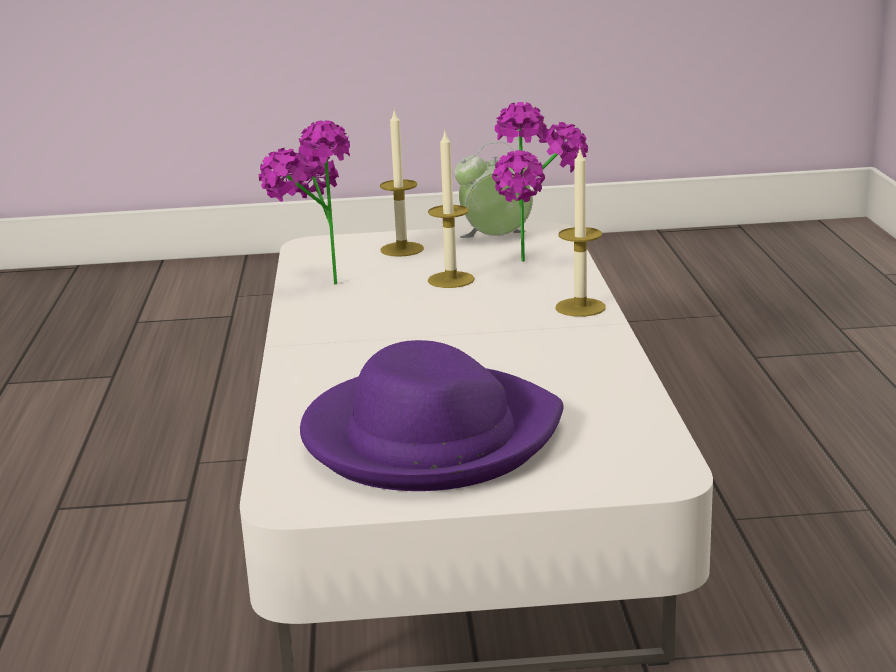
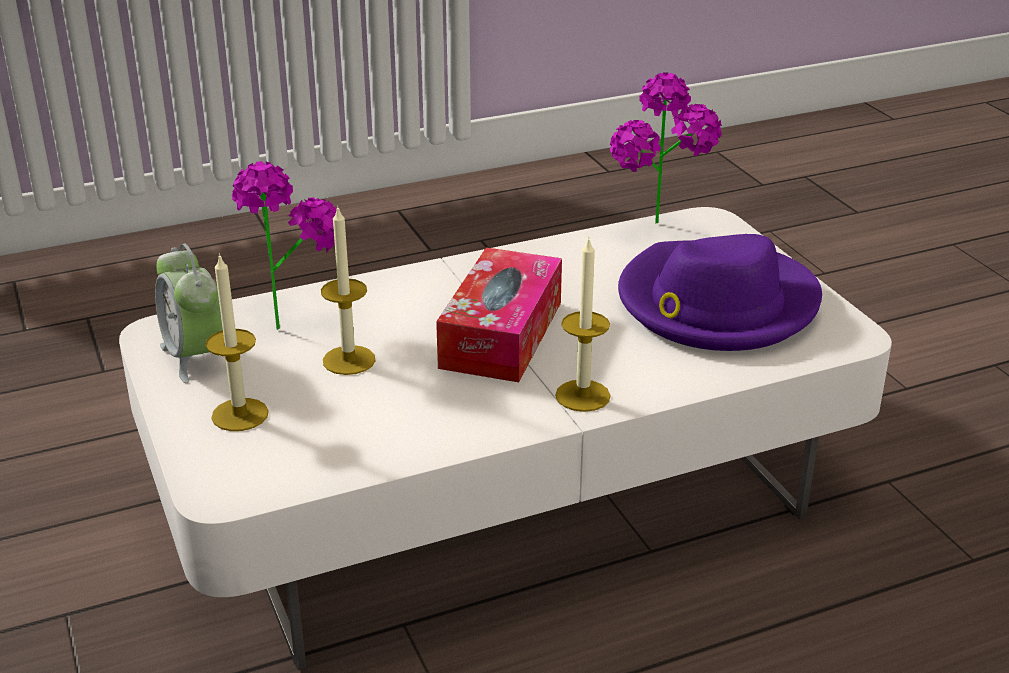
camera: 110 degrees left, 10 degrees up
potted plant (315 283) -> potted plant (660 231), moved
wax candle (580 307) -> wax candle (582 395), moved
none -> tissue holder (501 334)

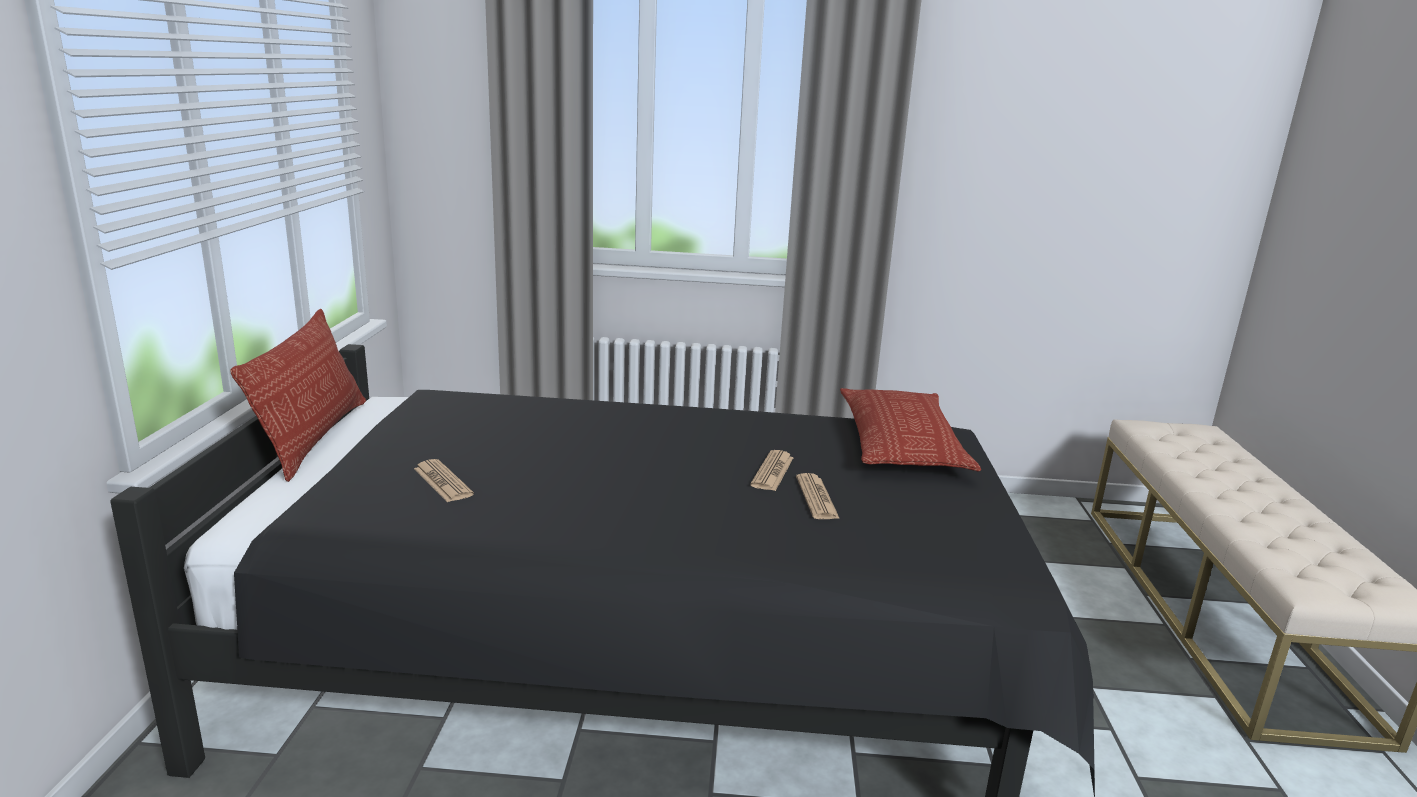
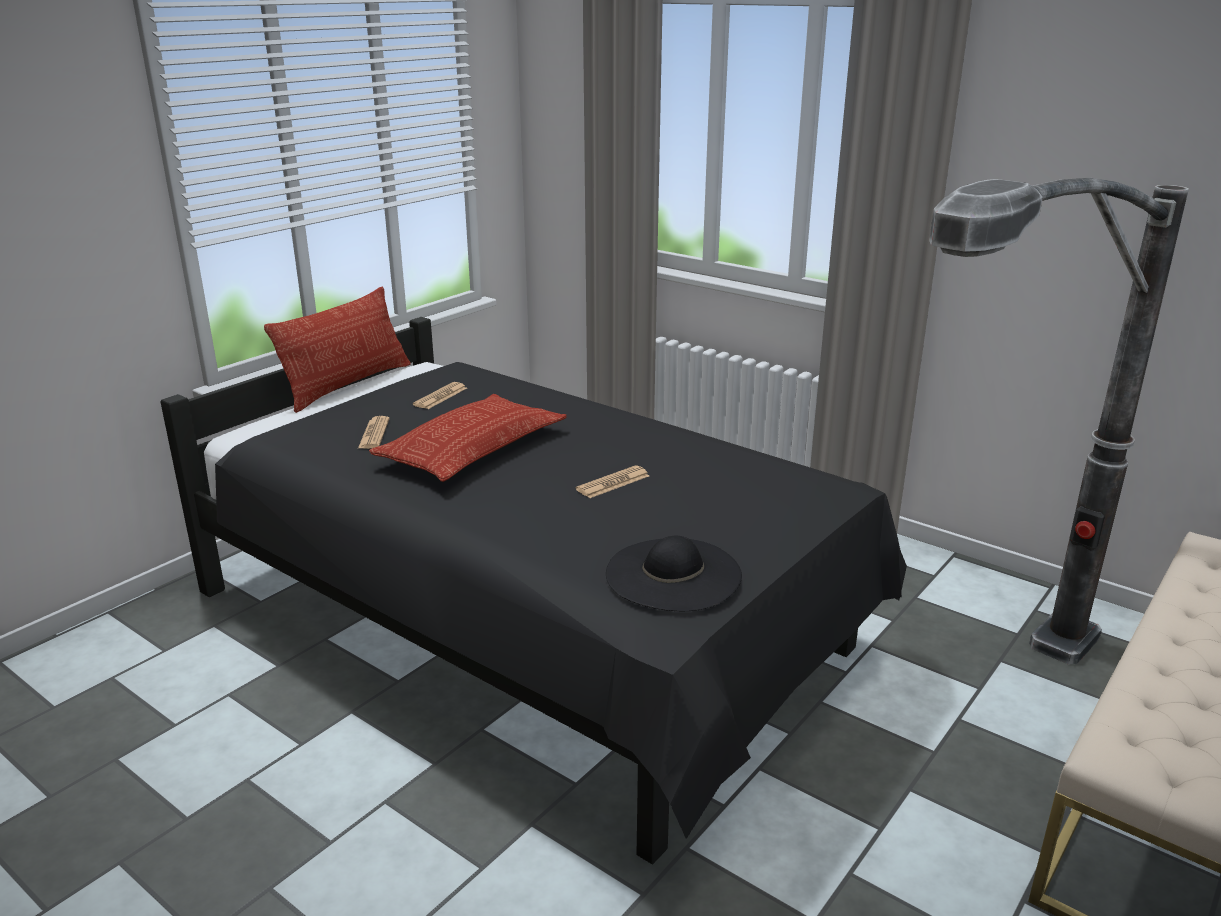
camera: 35 degrees right, 5 degrees up
printed paper (816 498) -> printed paper (440 396), moved
pillow (901 441) -> pillow (472 448), moved
none -> hat (black-coloured) (673 574)
none -> standing lamp (986 725)

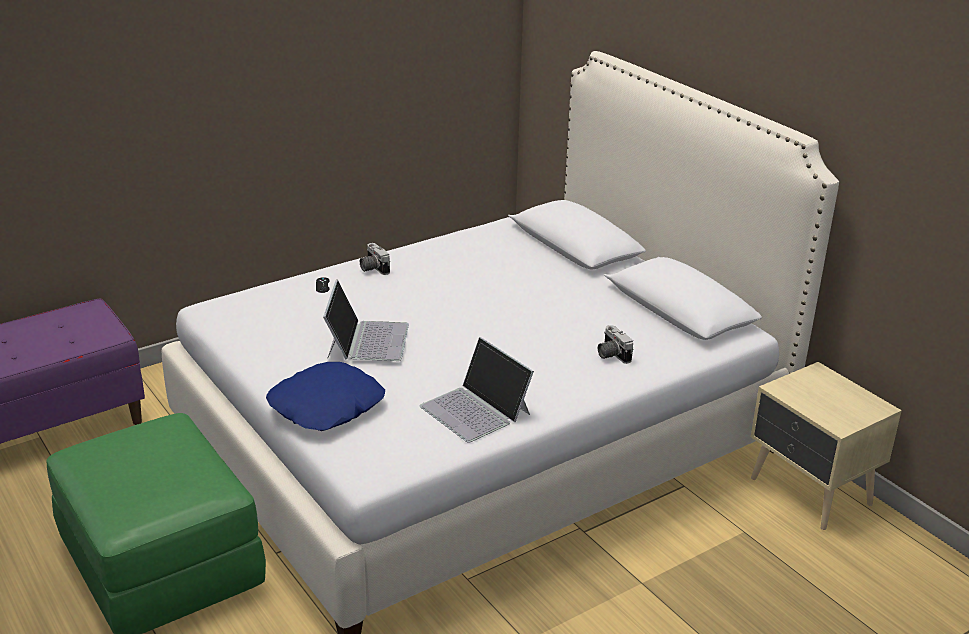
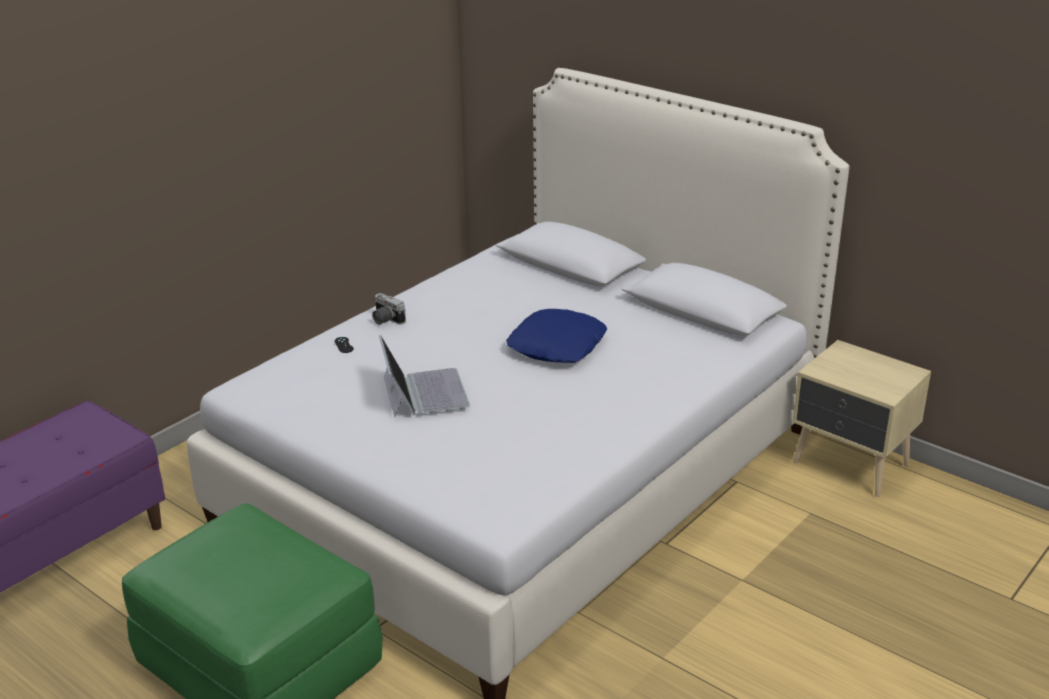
camera: 15 degrees left, 0 degrees up
pillow (blue) (327 406) -> pillow (blue) (557 346), moved
laptop (476 410) -> none
still camera (611 355) -> none

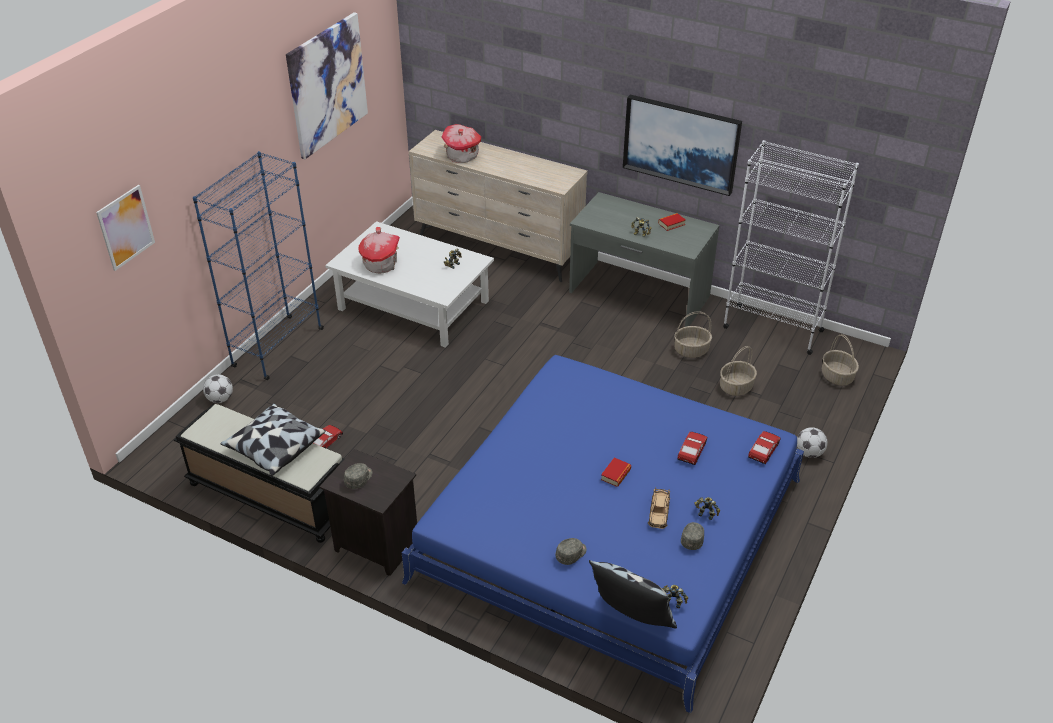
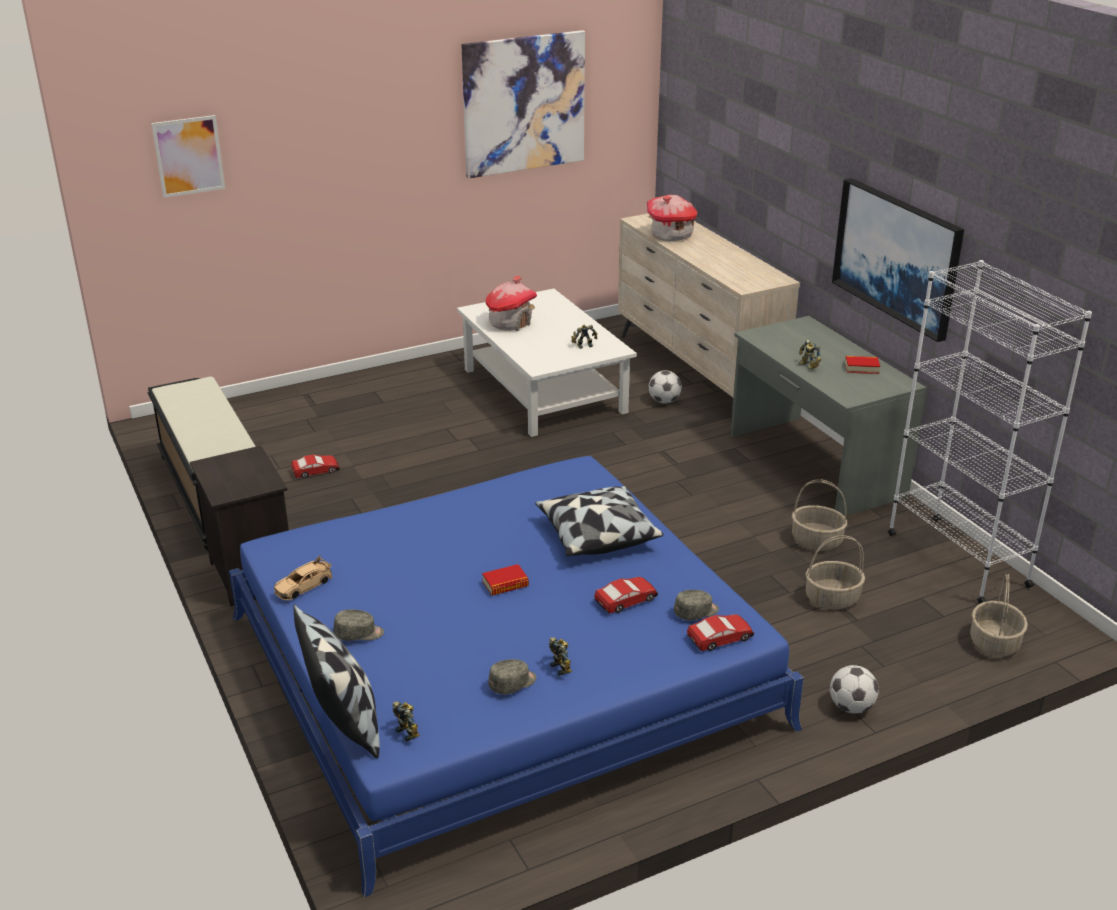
camera: 35 degrees right, 10 degrees down
bookshelf (blue) (278 348) -> none
football ball (220 399) -> football ball (664 401), moved
pillow (274 448) -> pillow (596 535), moved
peaked cap (gray) (359 479) -> peaked cap (gray) (696 612), moved
model car (sand-coloured) (659 512) -> model car (sand-coloured) (303 586), moved

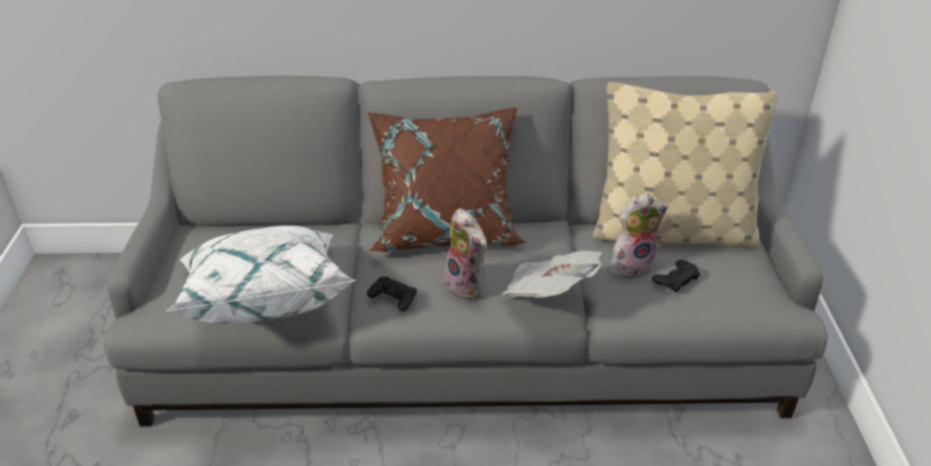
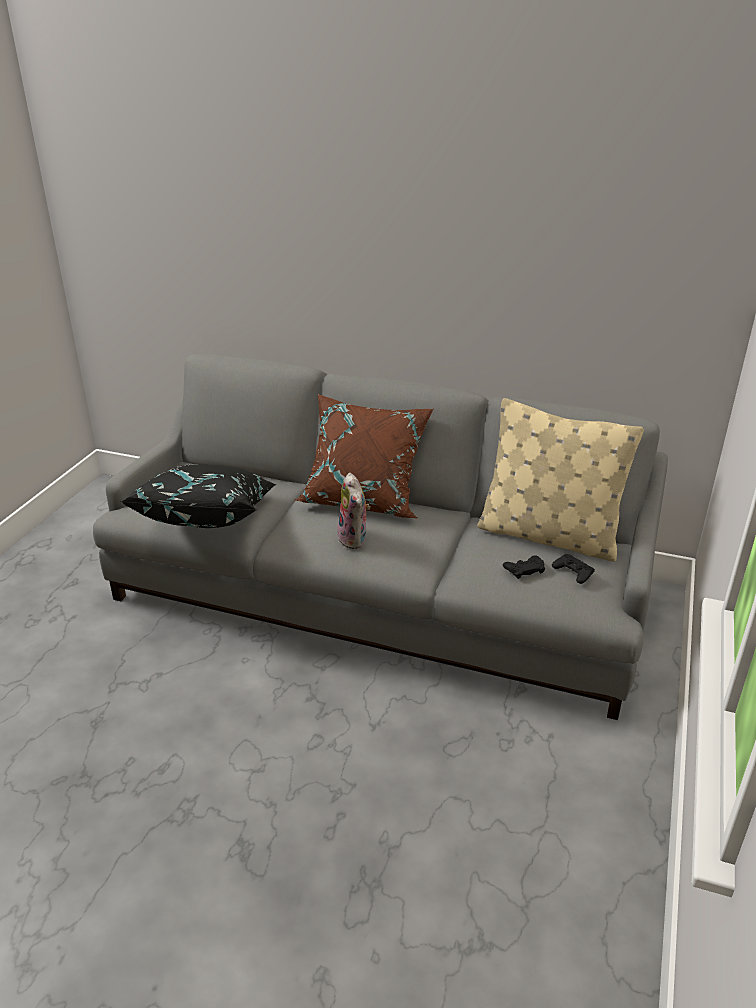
camera: 20 degrees right, 5 degrees down
pillow (whitish) (265 297) -> pillow (black-coloured) (207 516)
gamepad (black-coloured) (393 297) -> gamepad (black-coloured) (573 572), moved
printed paper (549 293) -> none
soft toy (631 265) -> none

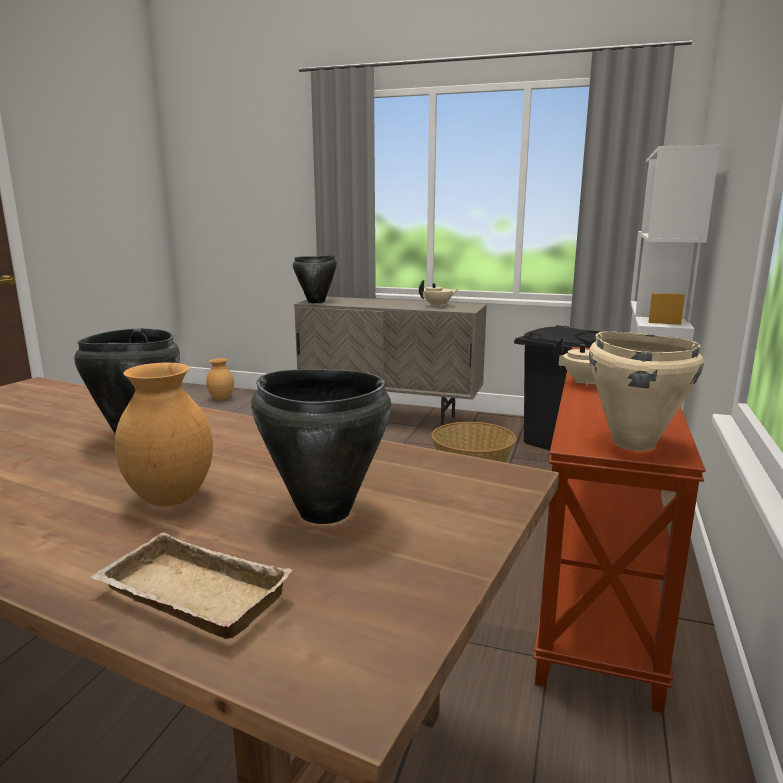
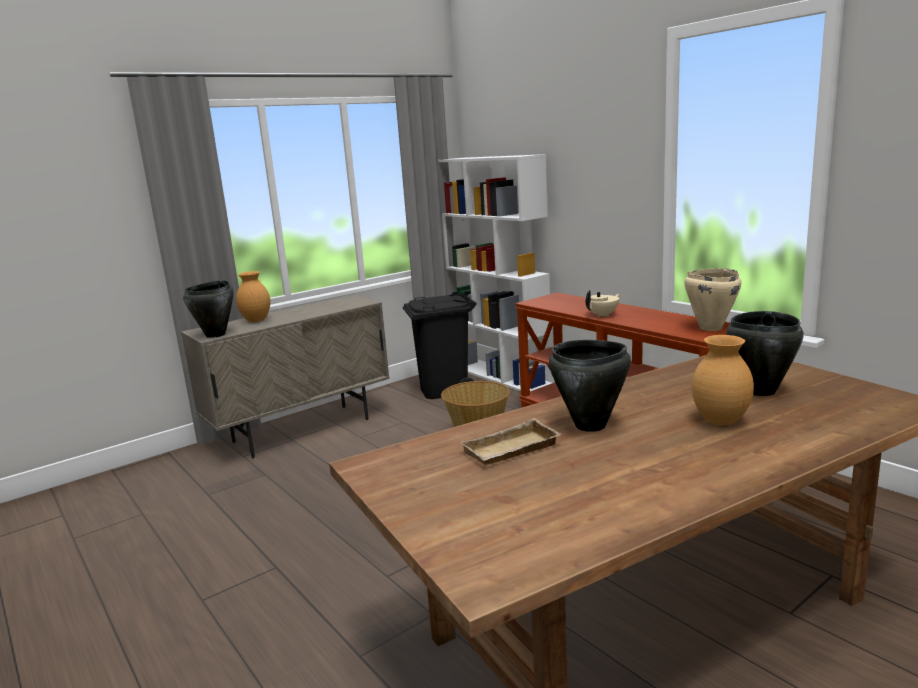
camera: 55 degrees left, 0 degrees up
carrying tray (sand-coloured) (187 597) -> carrying tray (sand-coloured) (511 450), moved
vase (brown-coloured) (221 398) -> vase (brown-coloured) (256 320), moved
tea pot (sand-coloured) (438 306) -> none

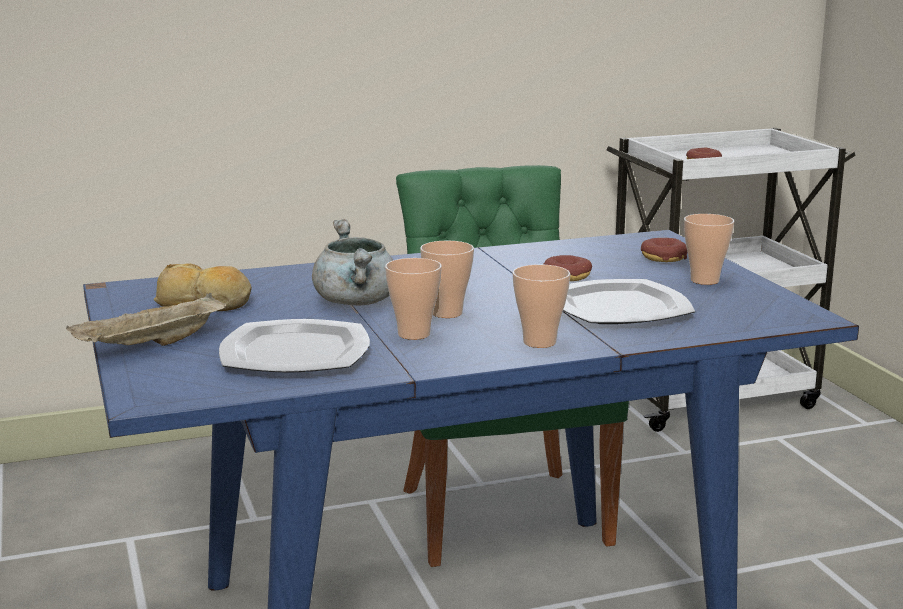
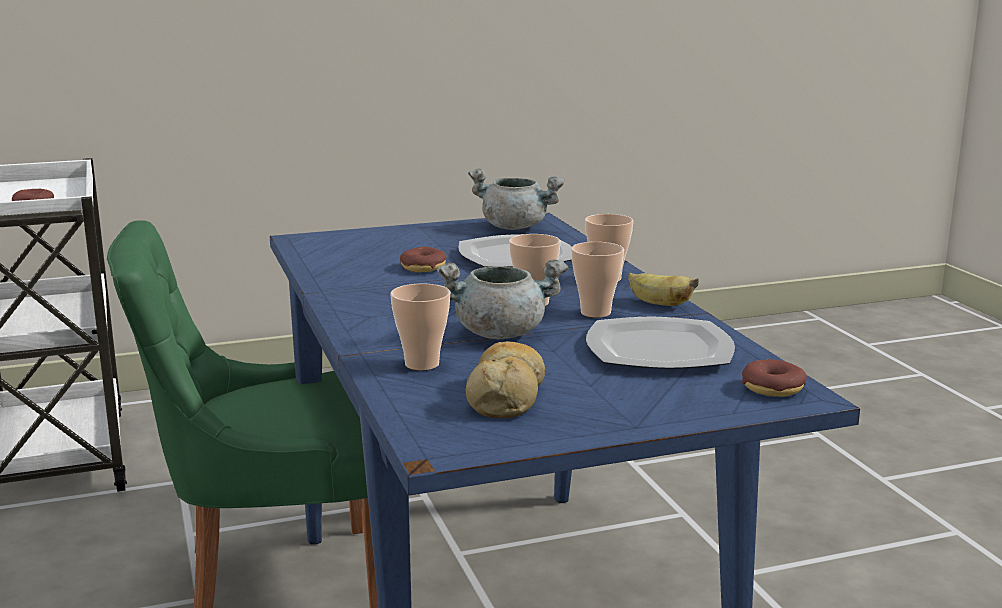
camera: 90 degrees left, 0 degrees up
carrying tray (sand-coloured) (151 346) -> none
donut (663 258) -> donut (772 388), moved
cup (704 280) -> cup (422 364), moved
none -> stockpot (gray) (516 227)
none -> whole banana (658 304)

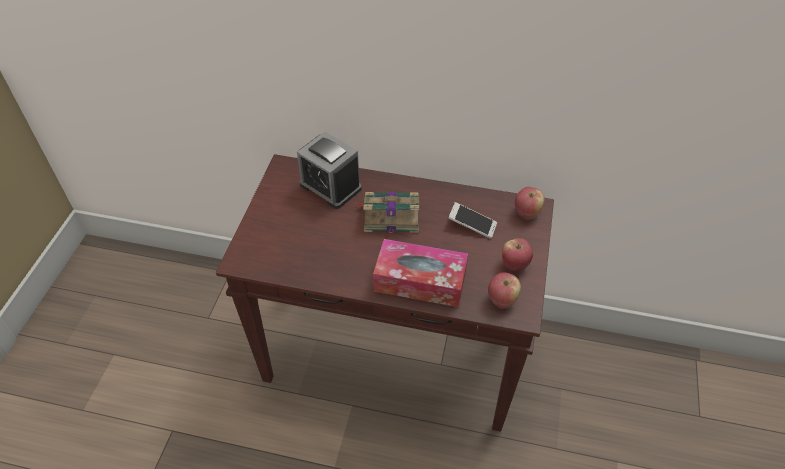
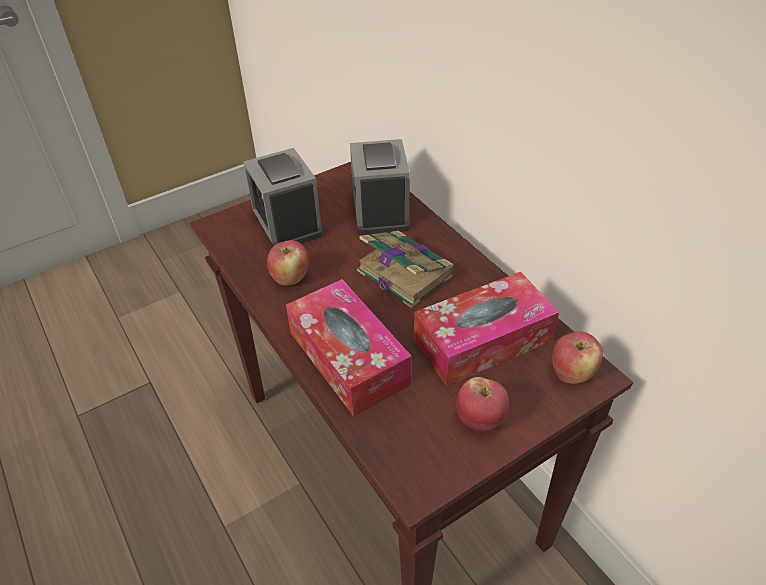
camera: 45 degrees right, 5 degrees down
telephone (472 225) -> tissue holder (482 340)
apple fruit (502 300) -> apple fruit (290 278), moved
none -> alarm clock (287 223)

